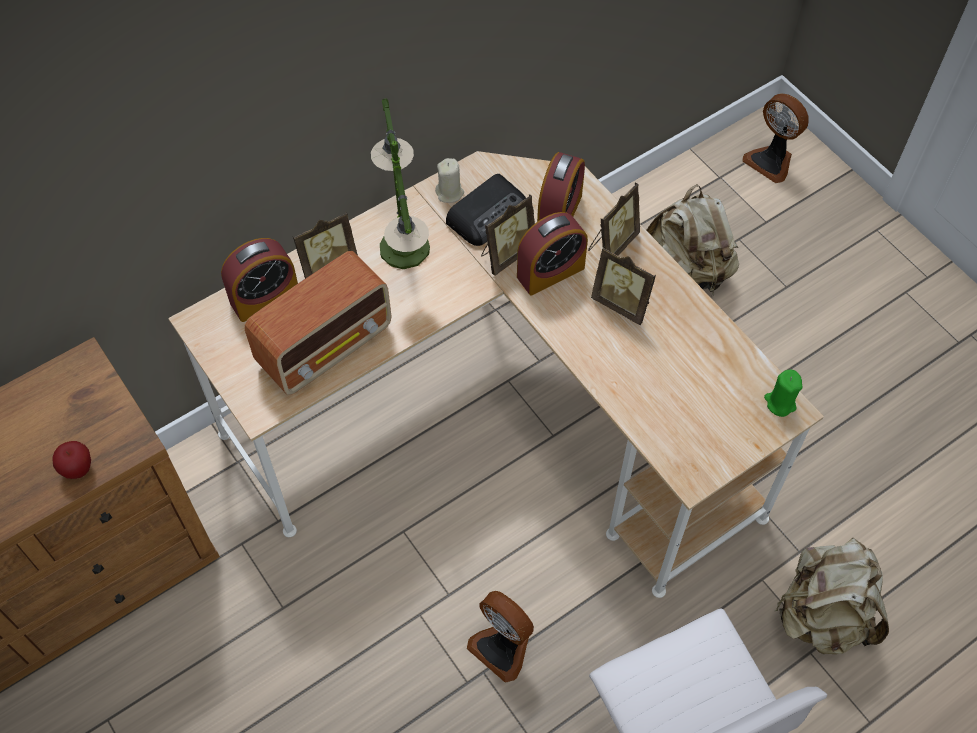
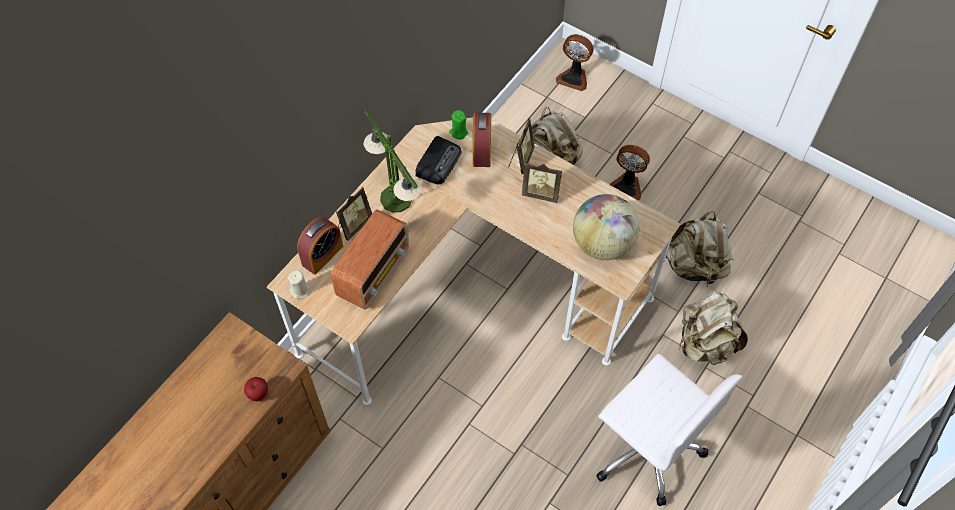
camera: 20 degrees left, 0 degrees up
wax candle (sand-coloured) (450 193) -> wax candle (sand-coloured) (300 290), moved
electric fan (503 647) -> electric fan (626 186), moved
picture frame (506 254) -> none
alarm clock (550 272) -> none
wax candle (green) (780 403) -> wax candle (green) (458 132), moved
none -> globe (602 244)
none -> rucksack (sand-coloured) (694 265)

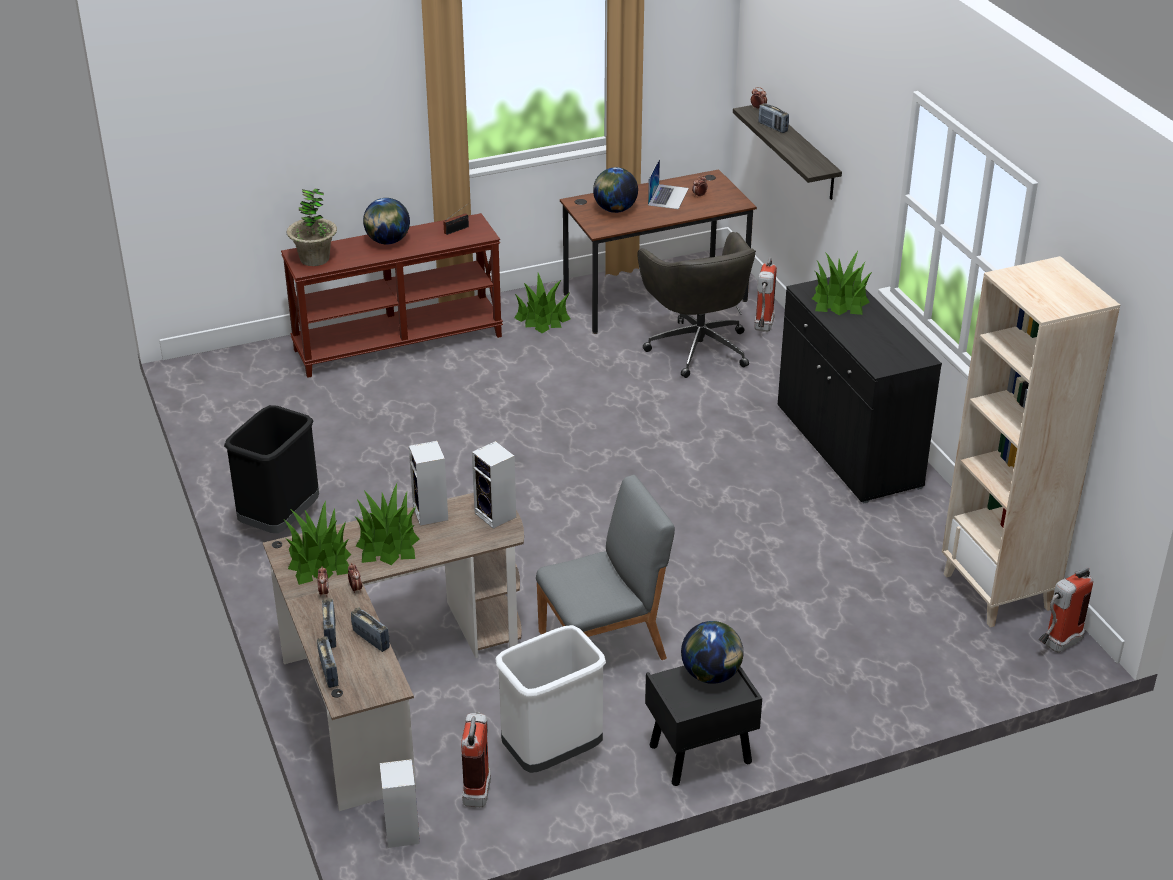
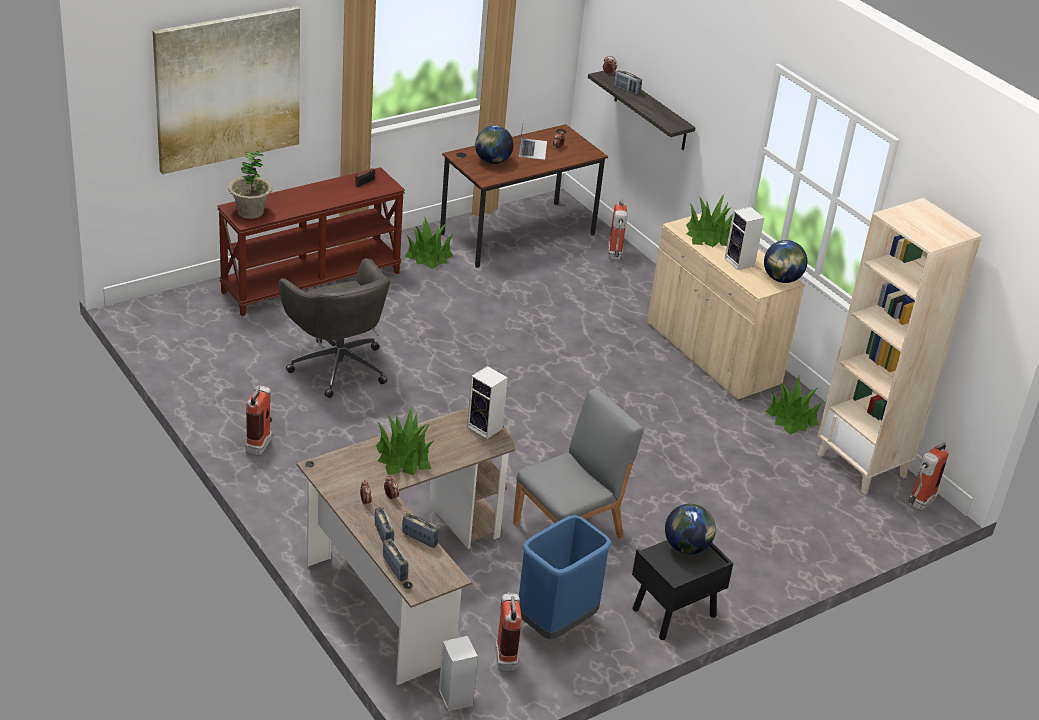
camera: 15 degrees left, 0 degrees up
waste bin (black-coloured) (280 520) -> fire extinguisher (261 443)
potted plant (319 561) -> potted plant (791 418), moved
globe (387 241) -> globe (781 279), moved
audio speaker (431 514) -> audio speaker (740 262), moved
waste bin (whitish) (552 754) -> waste bin (blue) (556 623)
office chair (gray) (698 347) -> office chair (gray) (337 365), moved
cabinet (black-coloured) (847 446) -> cabinet (sand-coloured) (712 354)
none -> picture (227 88)

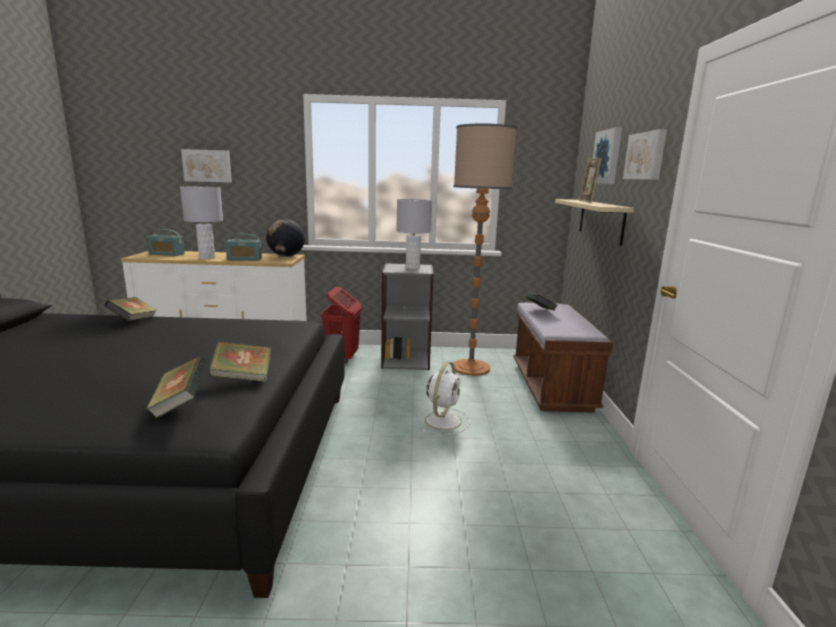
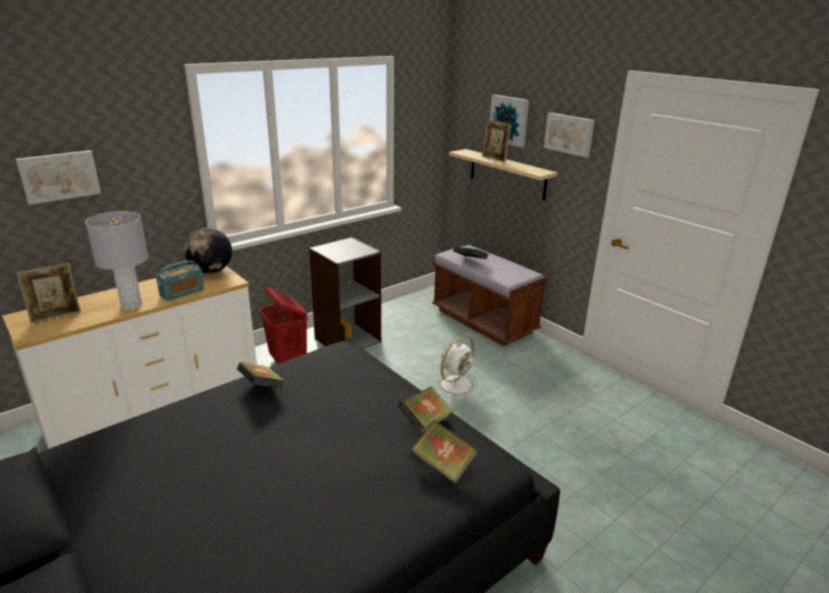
camera: 40 degrees left, 10 degrees up
bound book (133 321) -> bound book (262 388), moved
radio (166 254) -> picture frame (56 316)
lamp for a table (gray) (412 267) -> none
electric fan (whitish) (443 420) -> electric fan (whitish) (457 384), 60 degrees clockwise
standing lamp (471 368) -> none

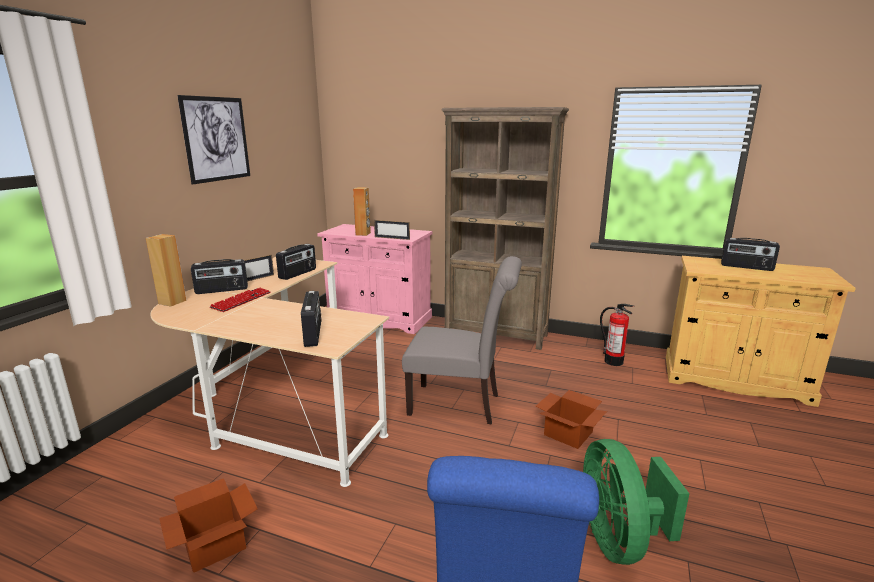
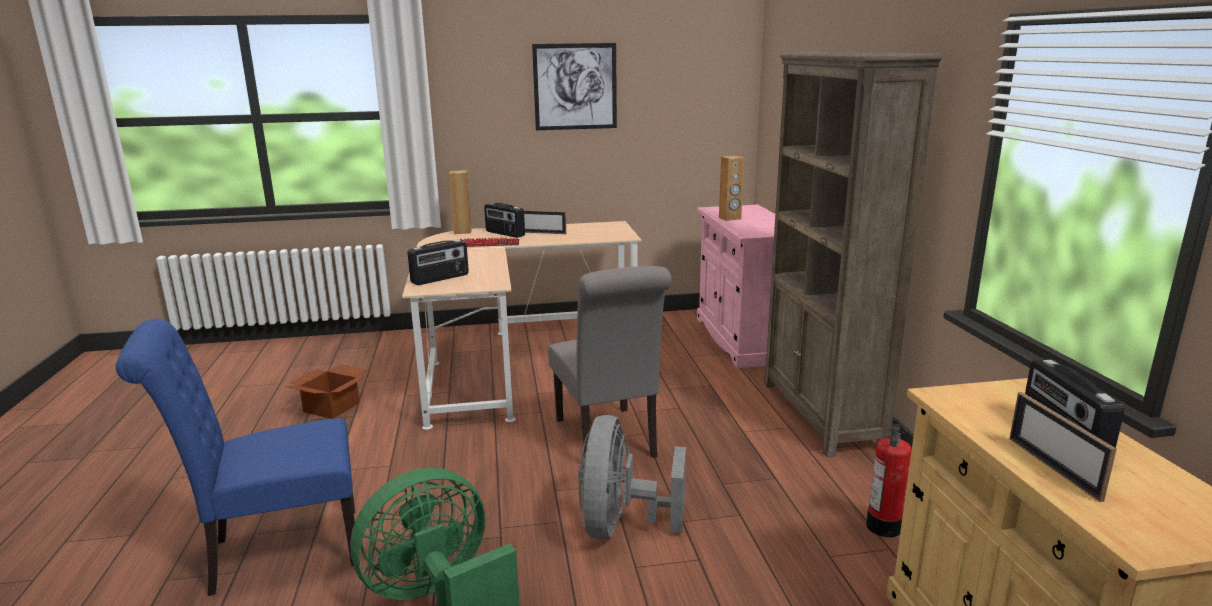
camera: 60 degrees right, 0 degrees up
radio (298 274) -> none
picture frame (392 238) -> picture frame (1053 468), moved
carton (569 433) -> electric fan (gray) (621 525)

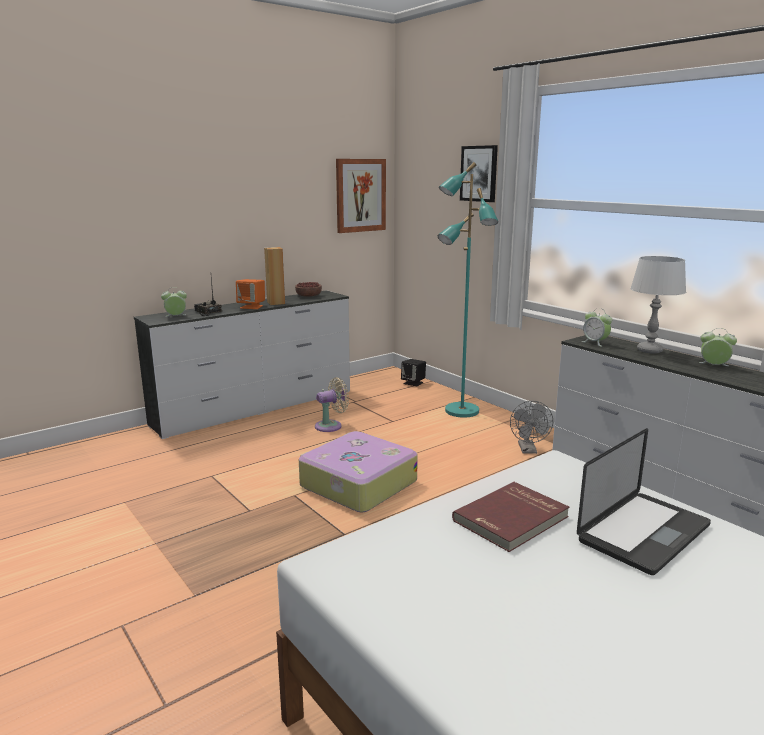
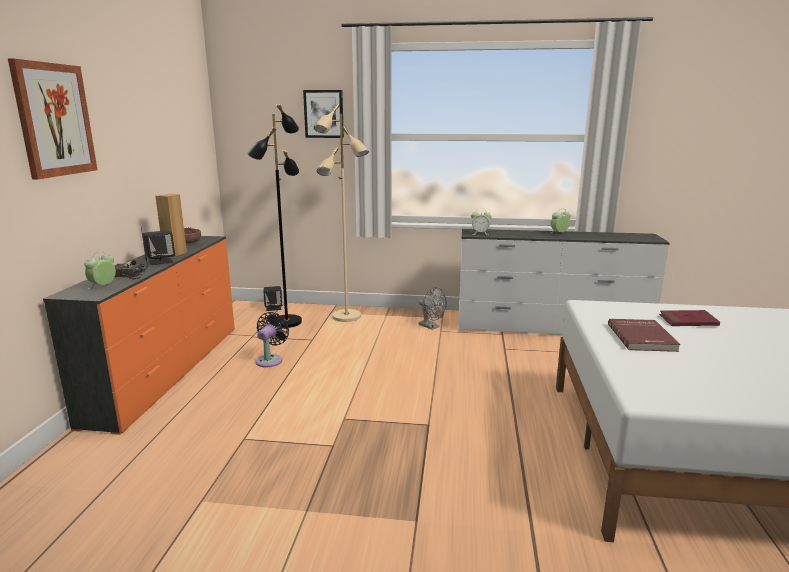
camera: 45 degrees left, 0 degrees up
chest of drawers (whitish) (256 408) -> chest of drawers (orange) (169 371)
audio speaker (orange) (252 307) -> audio speaker (black-coloured) (161 261)
piece of luggage (357 484) -> none
electric fan (sand-coloured) (331 426) -> electric fan (black-coloured) (270 360)
picture (360 195) -> picture (54 120), moved
standing lamp (turquoise) (461 411) -> standing lamp (sand-coloured) (346 317)
laptop (643 533) -> bound book (reddish) (688 321)
lamp for a table (gray) (649 350) -> none
none -> standing lamp (black-coloured) (286 322)

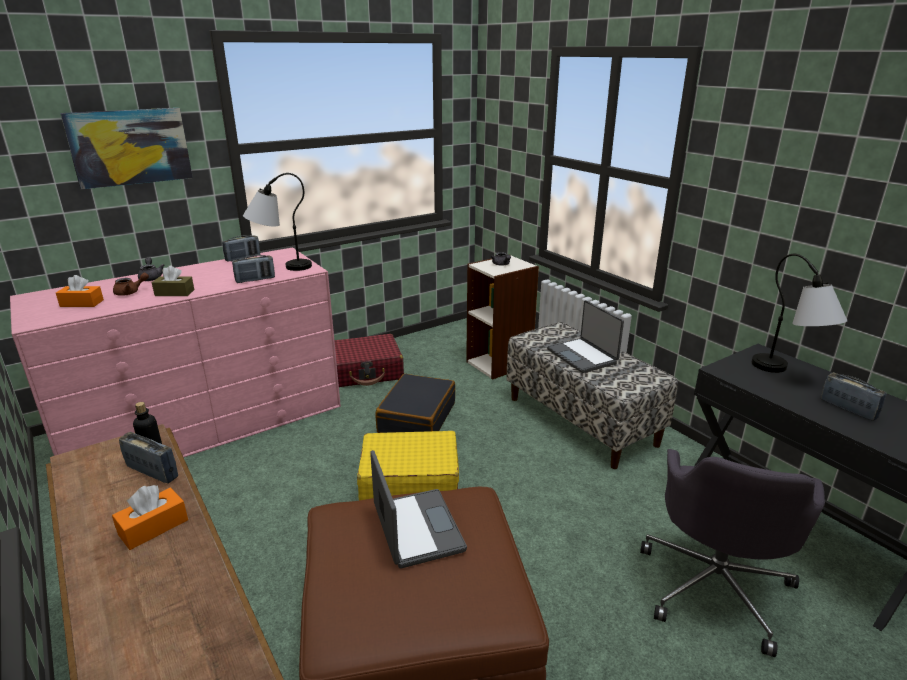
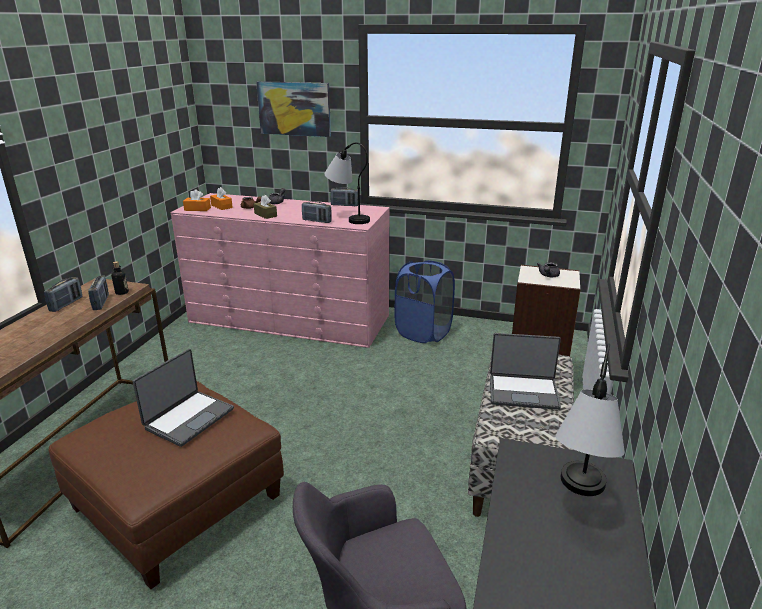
camera: 50 degrees right, 0 degrees up
tissue holder (orange) (153 527) -> tissue holder (orange) (197 209), moved
piece of luggage (reddish) (364 371) -> washing basket (blue) (423 333)
piece of luggage (yellowish) (409 480) -> none
piece of luggage (black-coloured) (416 417) -> none
laptop (583 356) -> laptop (523 392), 105 degrees counterclockwise
radio (848 409) -> radio (66 304), moved

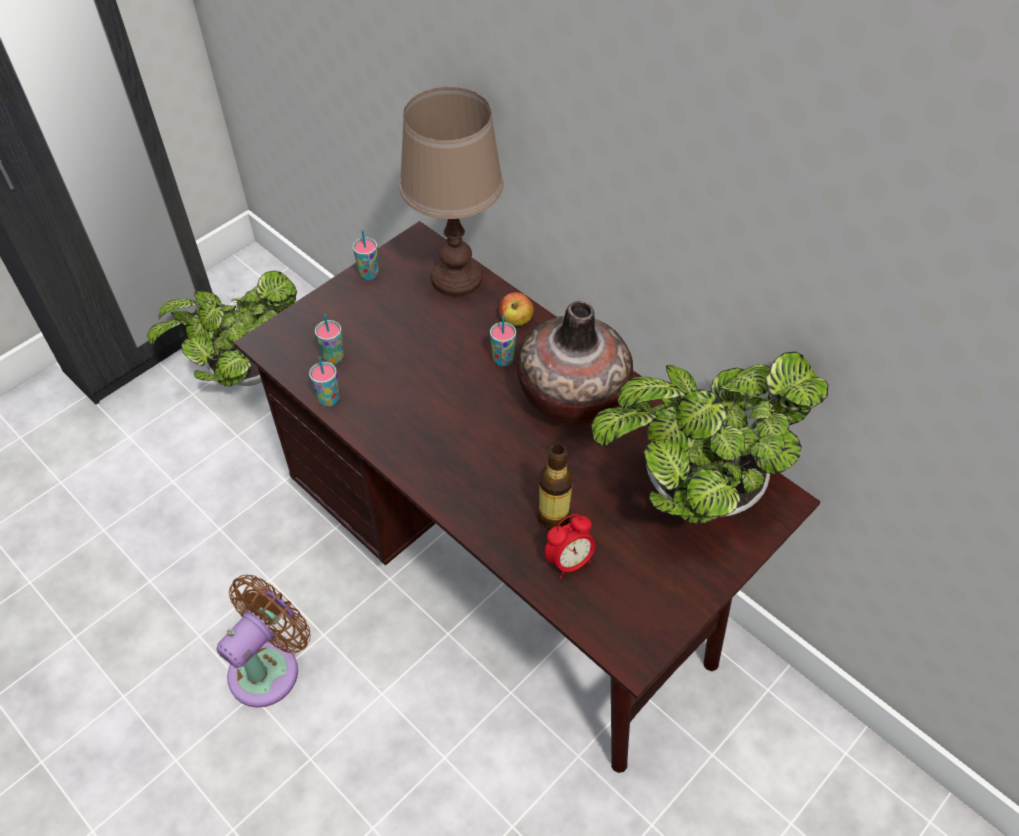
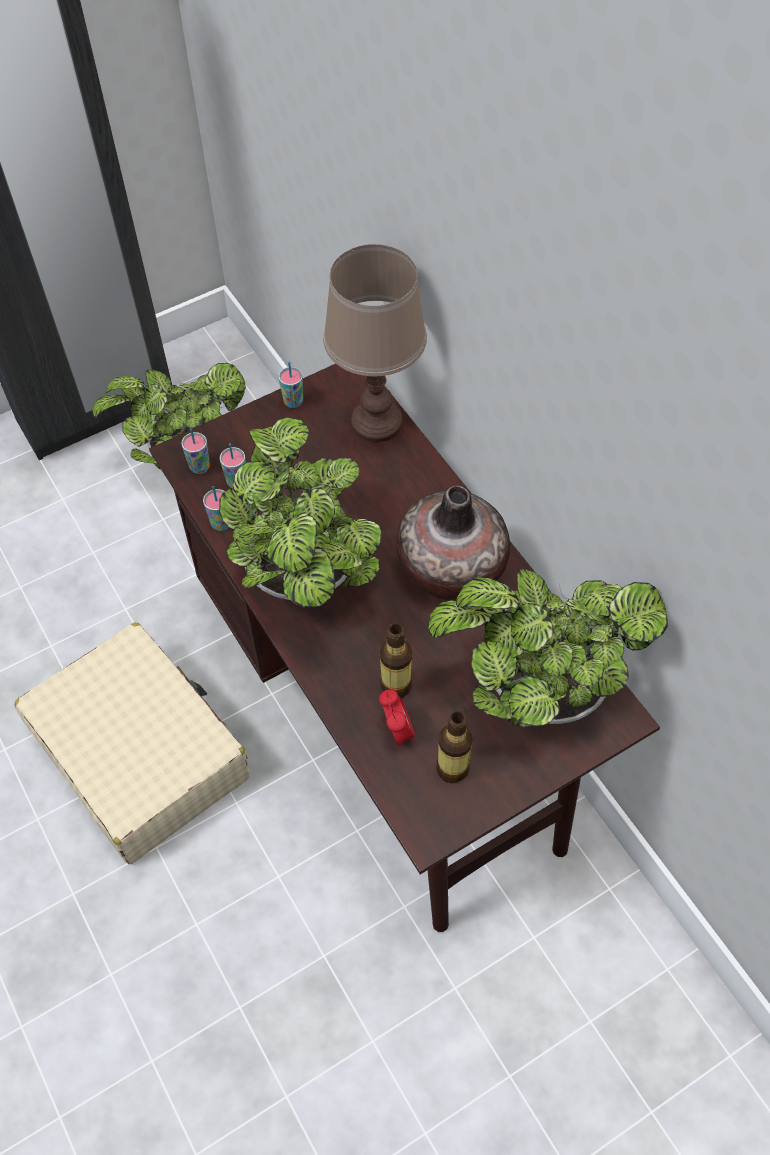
camera: 15 degrees right, 5 degrees up
electric fan (brown-coloured) (269 667) -> piece of luggage (sand-coloured) (140 753)
cup (503 359) -> cup (200 467), moved
apple fruit (516 320) -> none
alarm clock (569 561) -> alarm clock (397 731), 90 degrees counterclockwise
none -> potted plant (304 581)
none -> bottle (452 769)

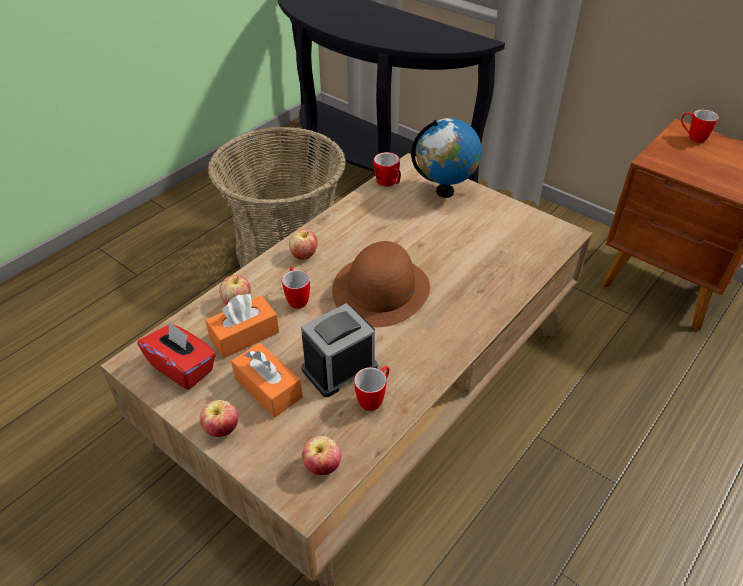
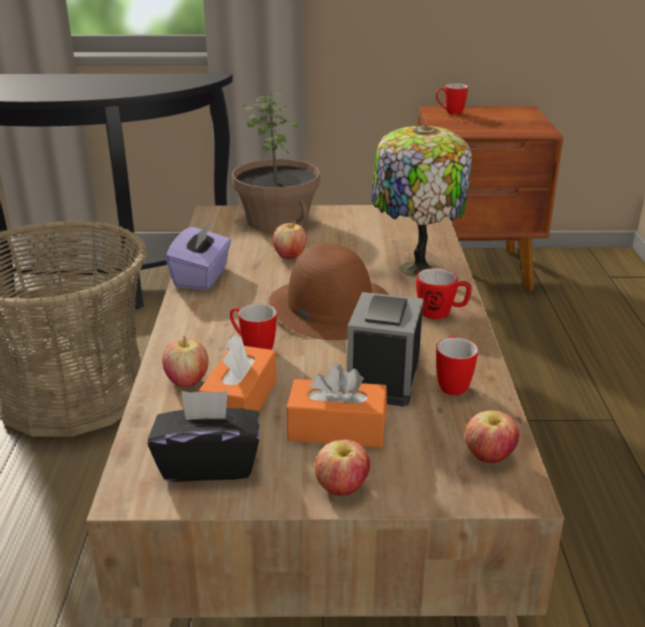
camera: 40 degrees left, 15 degrees down
tissue holder (reddish) (183 367) -> tissue holder (black-coloured) (208 464)
apple fruit (304 255) -> apple fruit (290 256), moved
mug (388 183) -> mug (441 313), moved
globe (444 192) -> potted plant (278 220)
none -> tissue holder (purple) (202 277)
none -> lamp for a table (416 269)

